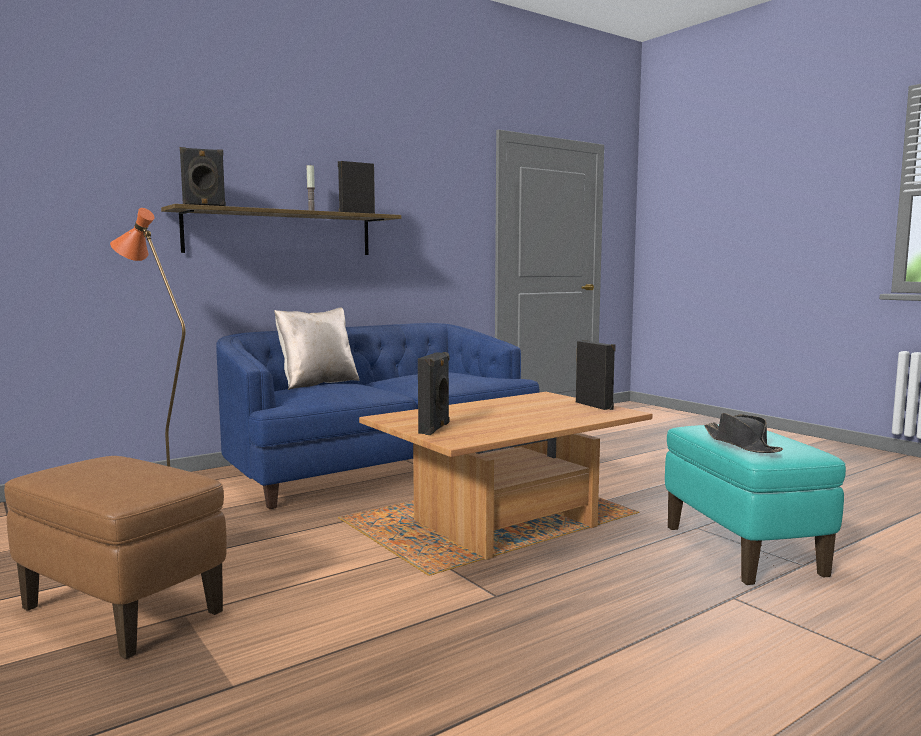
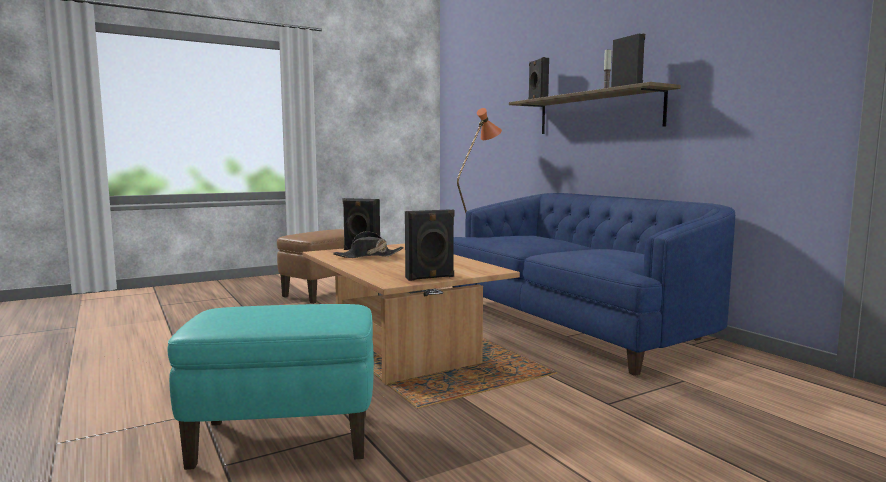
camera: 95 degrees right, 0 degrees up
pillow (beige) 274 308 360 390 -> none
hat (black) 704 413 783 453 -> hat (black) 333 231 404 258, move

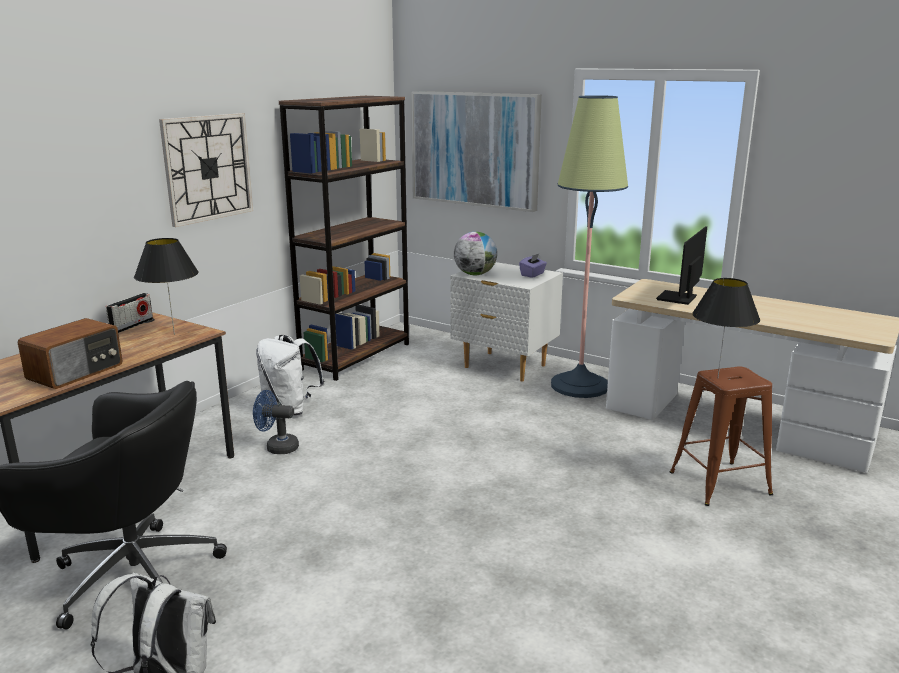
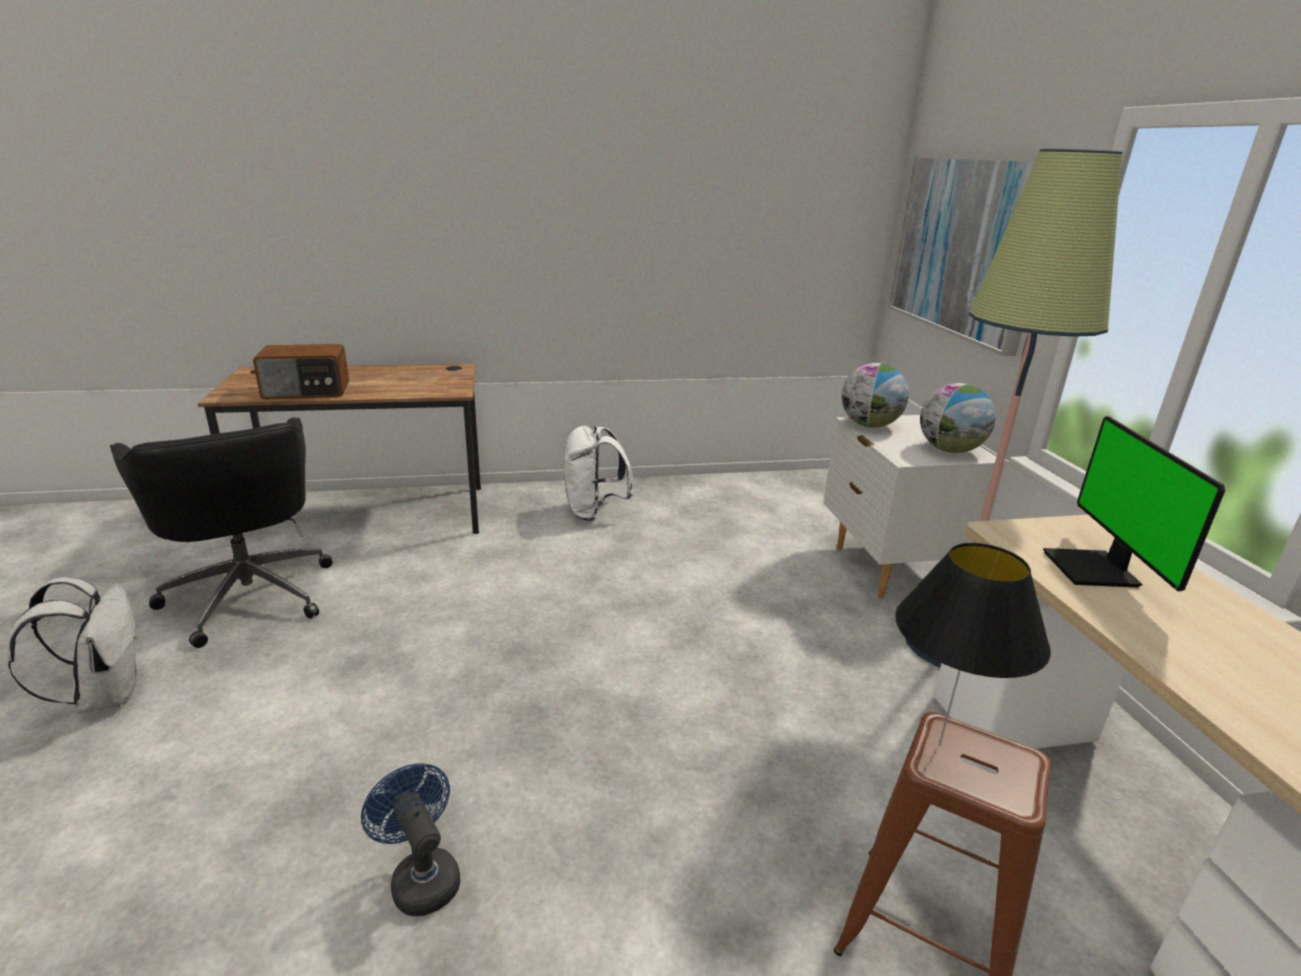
camera: 45 degrees right, 5 degrees up
radio 106 293 153 333 -> none
table lamp (black) 134 238 199 335 -> none
wall clock 159 113 253 227 -> none
fan (blue) 253 390 299 454 -> fan (blue) 361 763 460 916, move
bookcase (brown) 279 96 409 381 -> none
tissue box (purple) 519 254 547 278 -> globe 920 383 996 453
monitor 656 226 707 305 -> monitor 1043 416 1225 591, 75 degrees counterclockwise

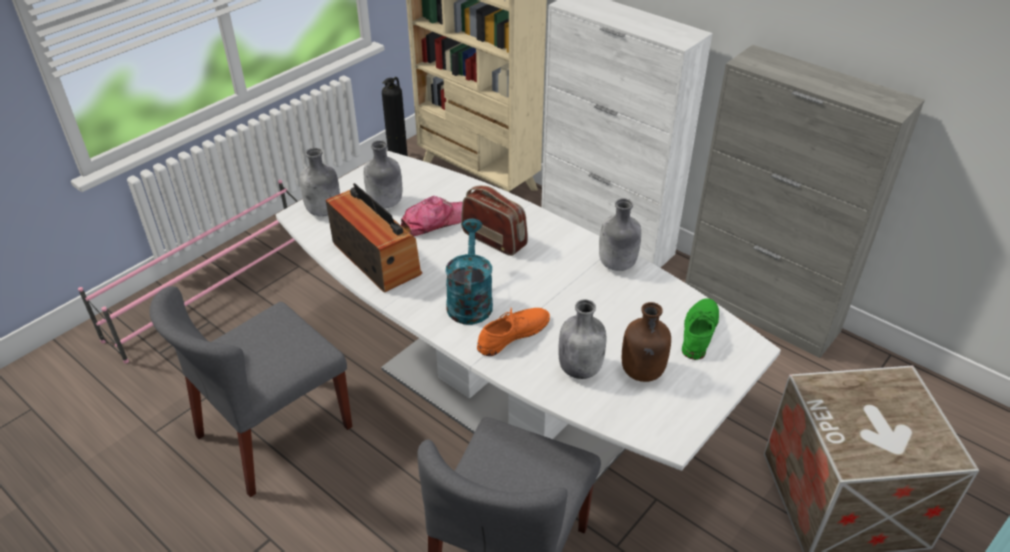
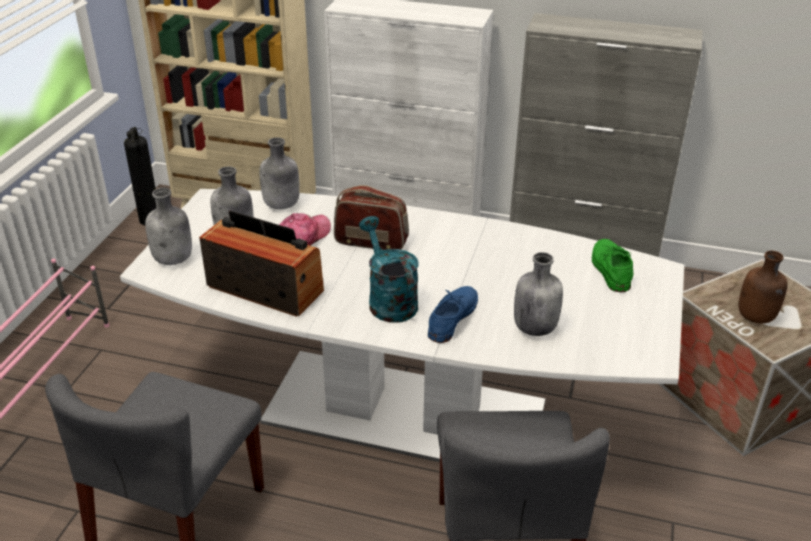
camera: 25 degrees left, 5 degrees down
shoe (orange) 477 308 550 356 -> shoe (blue) 428 286 478 343
bottle (grey) 599 198 641 271 -> bottle (grey) 259 137 300 209, move
bottle (brown) 622 302 671 382 -> bottle (brown) 738 251 788 323, move

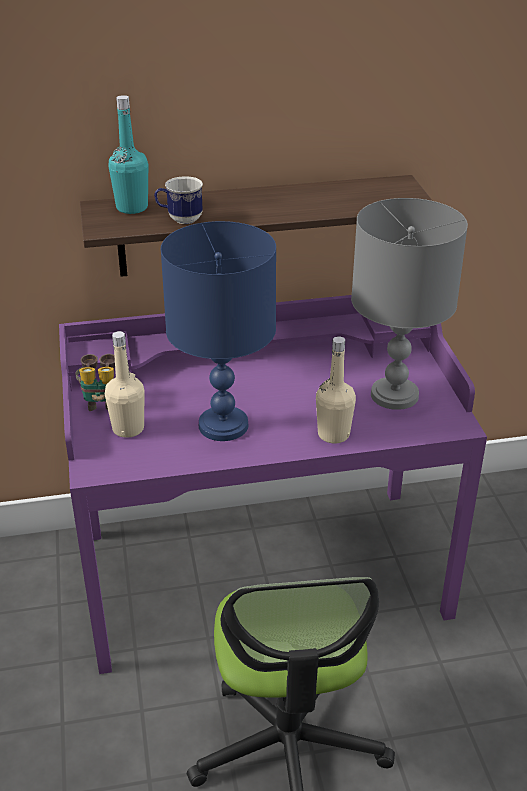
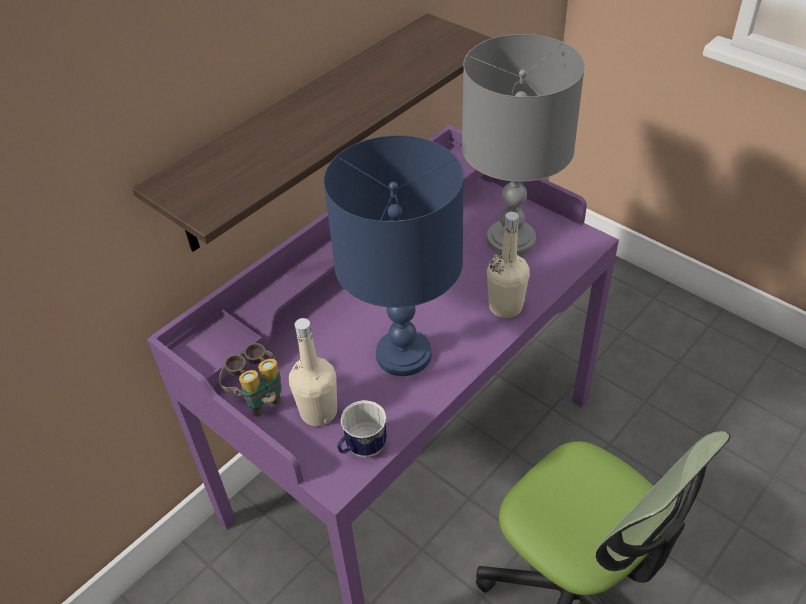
camera: 35 degrees left, 10 degrees up
bottle (turquoise) 109 95 148 214 -> none
mug 154 176 203 224 -> mug 337 400 387 458, move

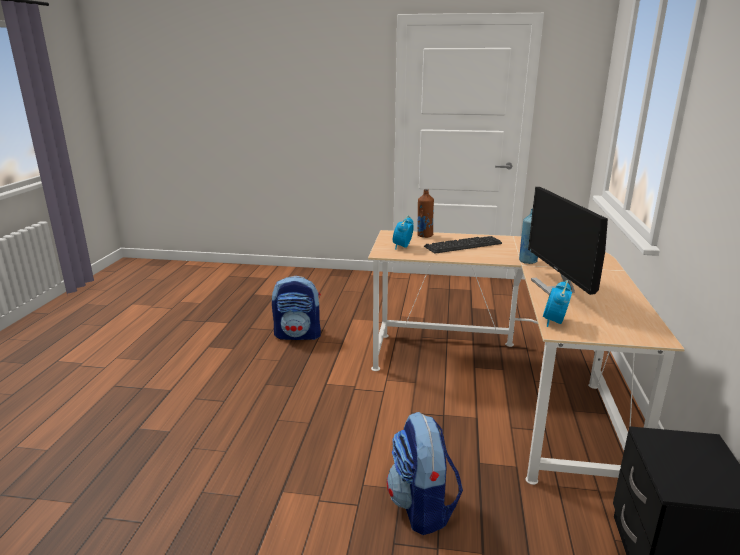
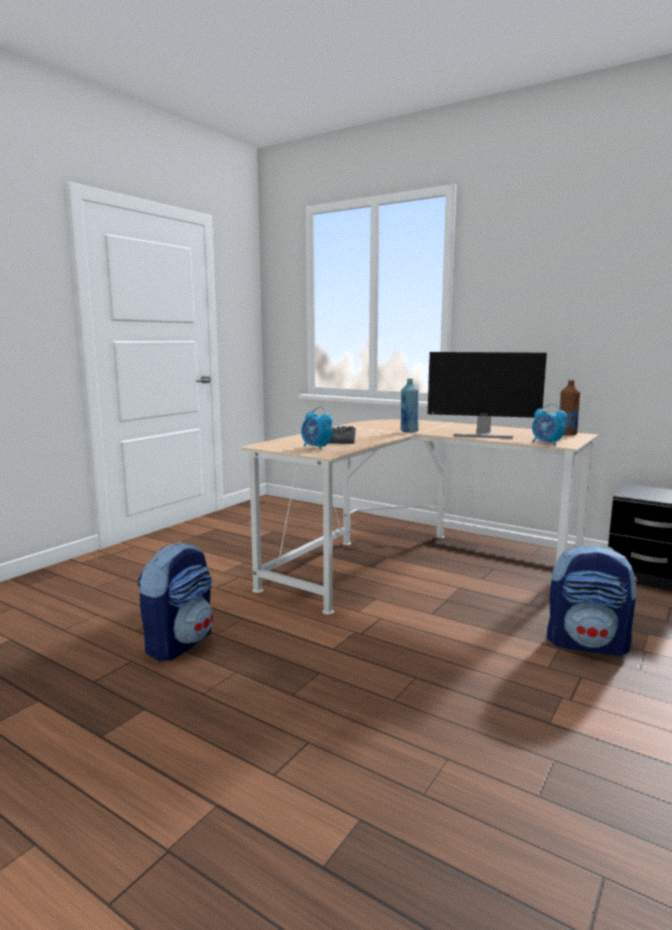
camera: 65 degrees left, 10 degrees down
bottle (brown) 417 189 434 238 -> bottle (brown) 560 380 580 436, move

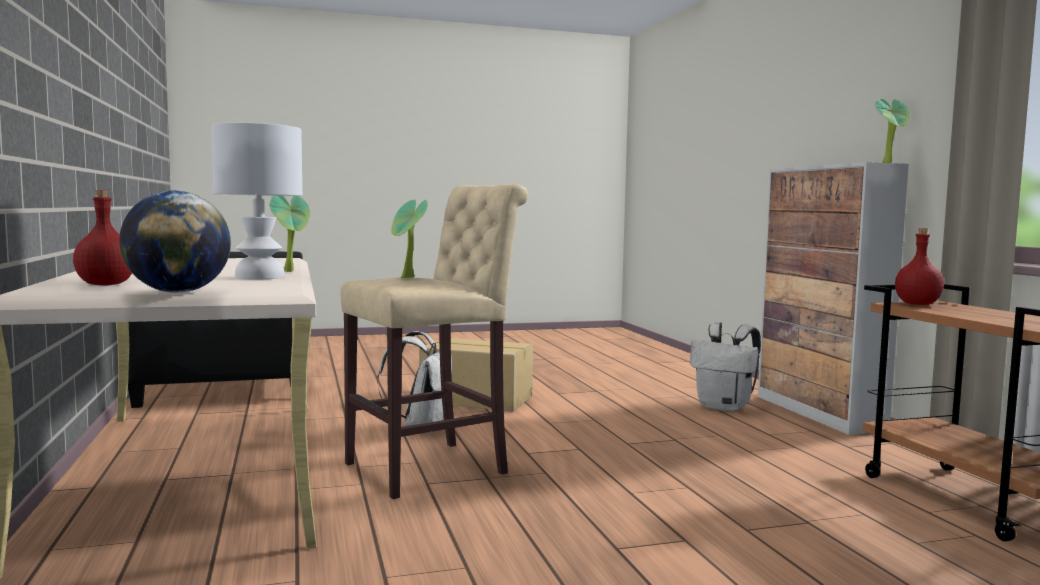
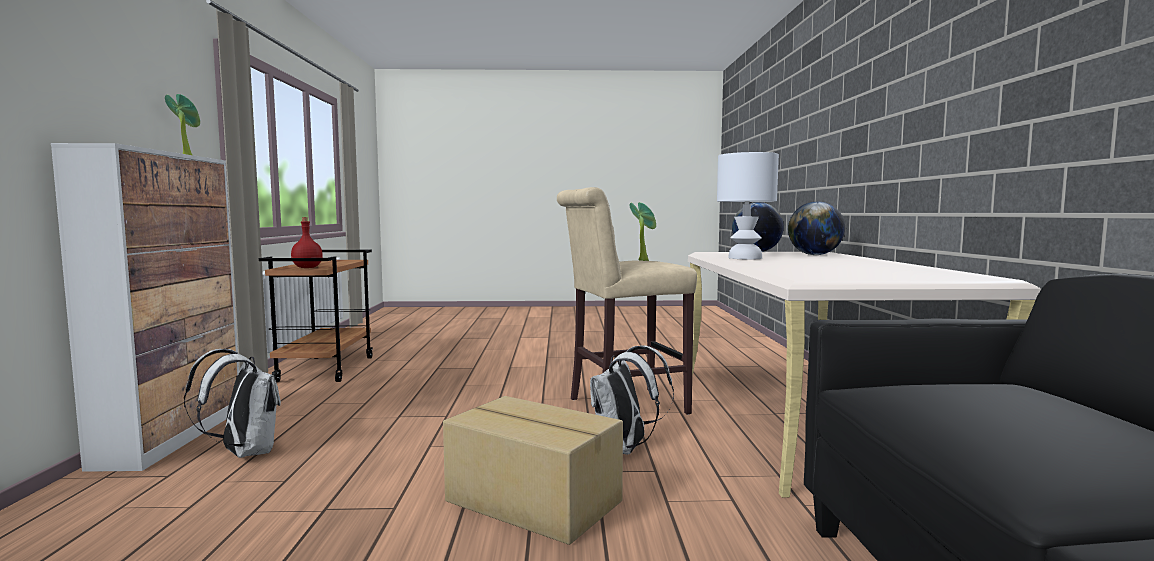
camera: 165 degrees left, 0 degrees up
bottle (red) 73 190 132 285 -> globe 788 201 845 255
potted plant 270 196 310 272 -> none

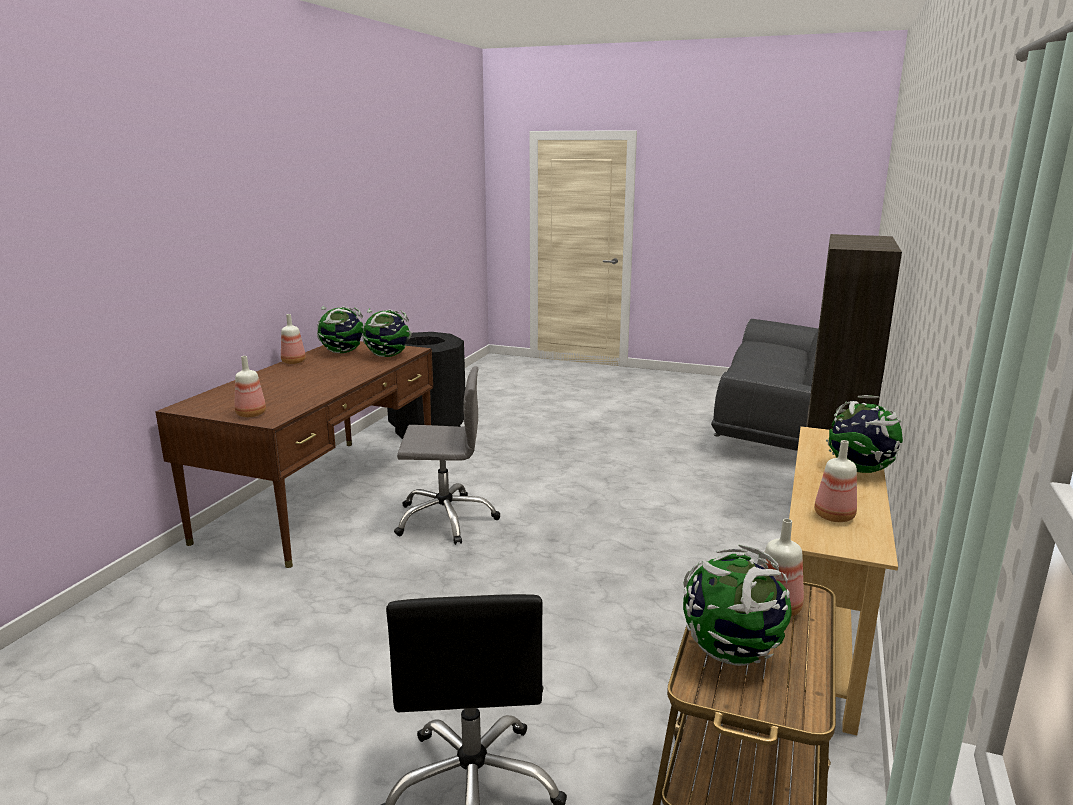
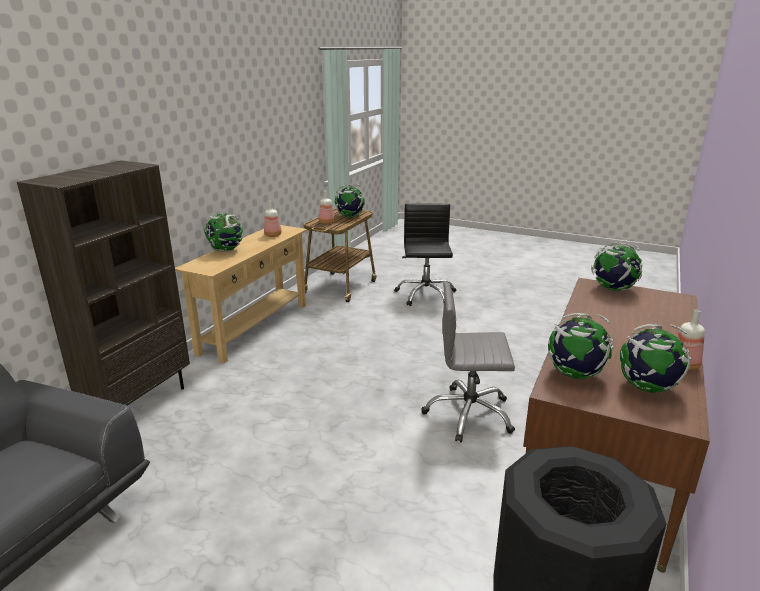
camera: 175 degrees left, 5 degrees up
bottle 234 356 266 417 -> globe 591 243 643 291

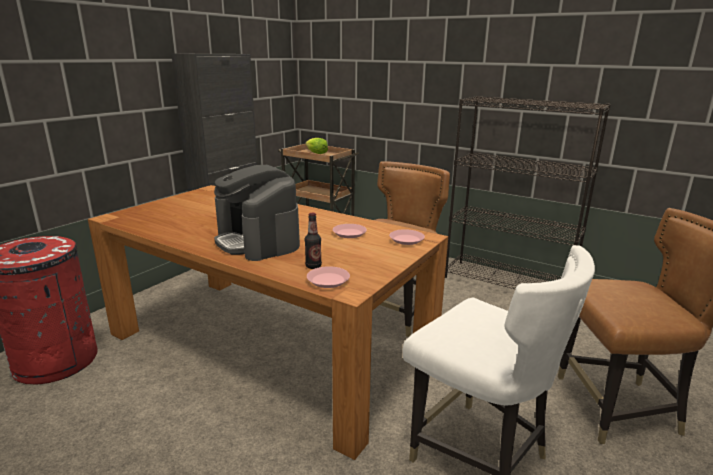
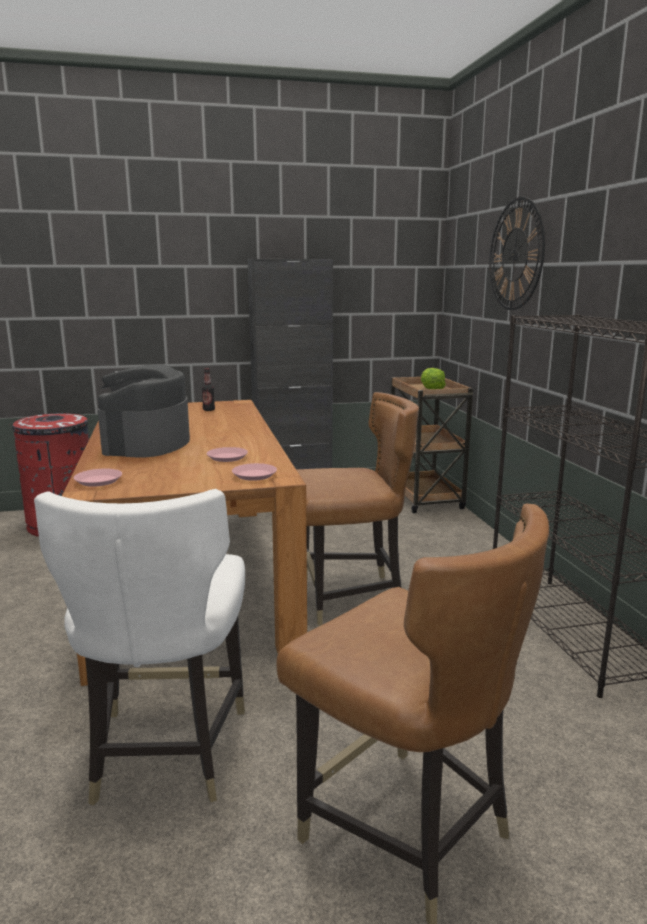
camera: 45 degrees right, 5 degrees down
bottle 305 213 322 269 -> bottle 202 368 215 411, move
none -> wall clock 489 197 545 310

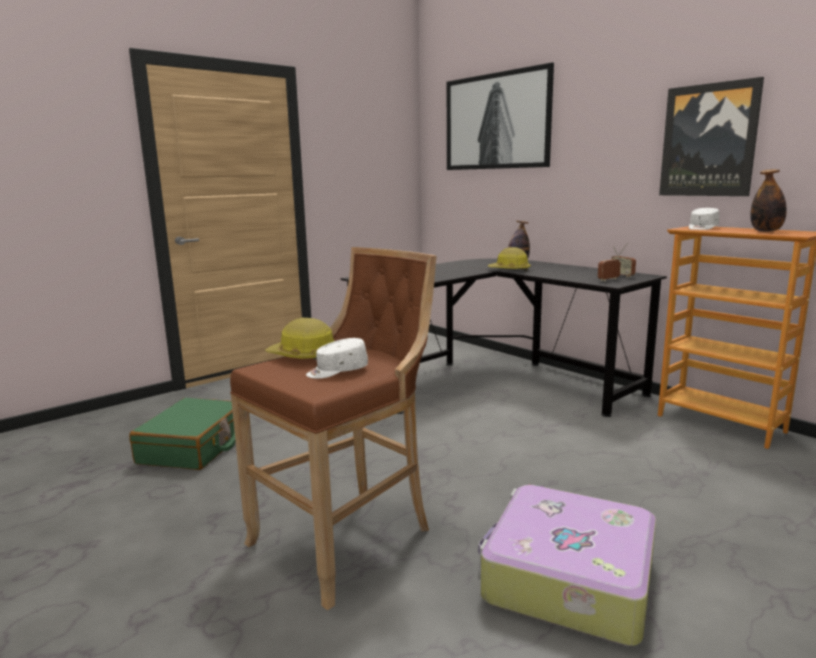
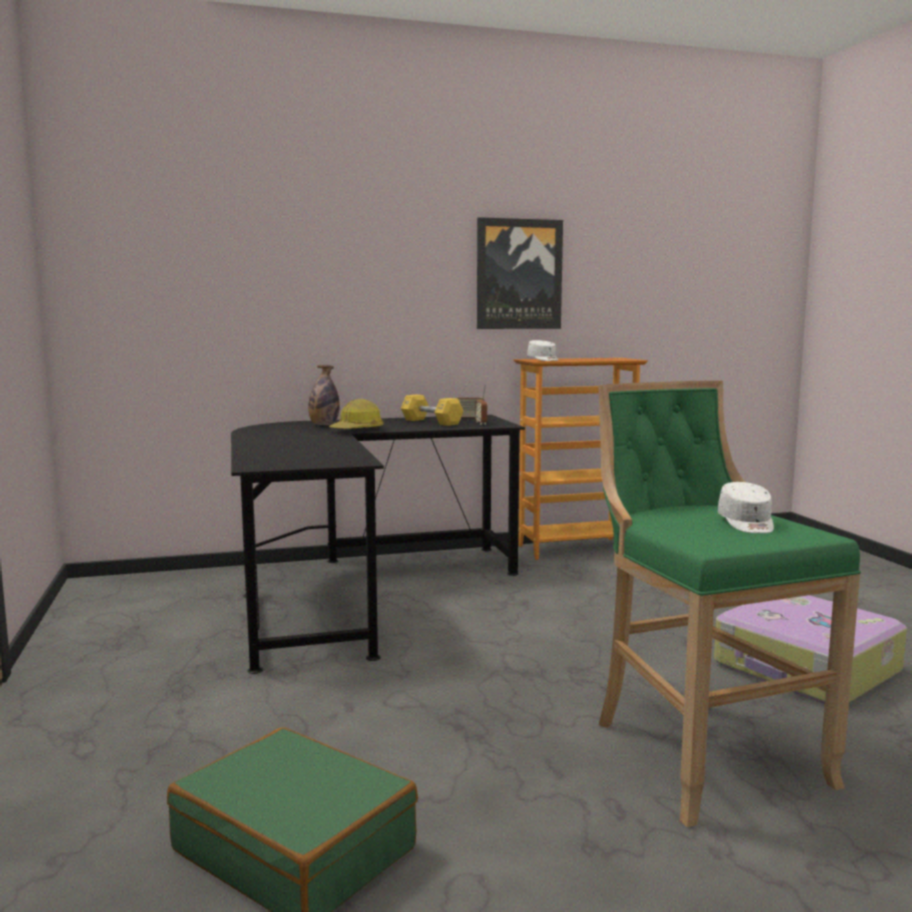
camera: 65 degrees left, 5 degrees down
stool (brown) 230 247 437 610 -> stool (green) 598 381 861 827
hard hat 265 317 334 360 -> none
picture 447 62 554 170 -> none
bottle 750 169 787 232 -> none
none -> dumbbell (yellow) 401 395 464 426

